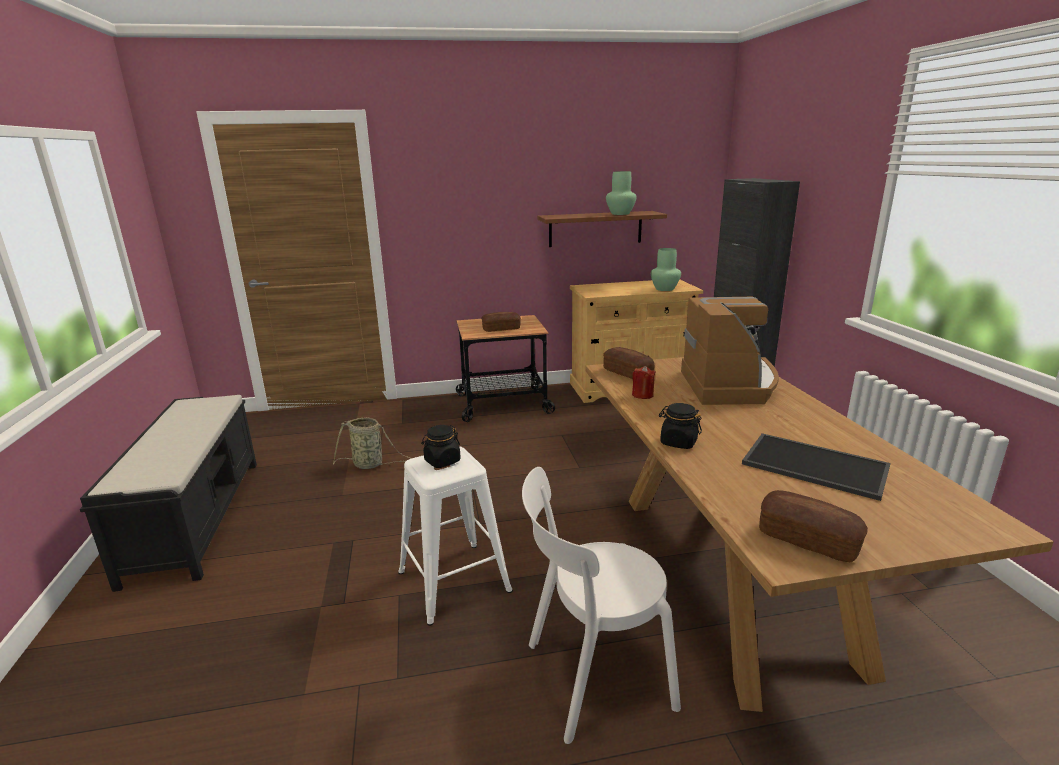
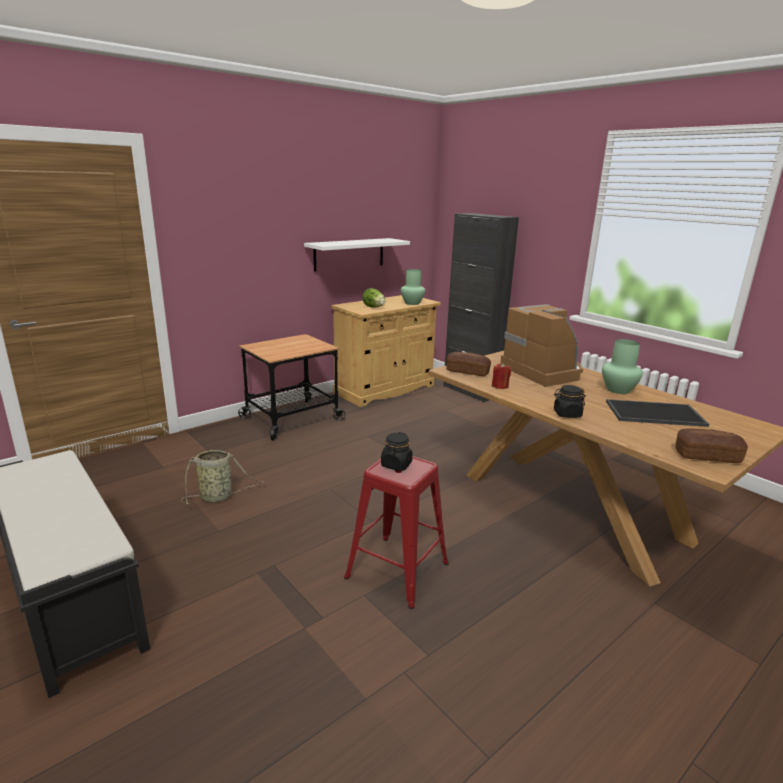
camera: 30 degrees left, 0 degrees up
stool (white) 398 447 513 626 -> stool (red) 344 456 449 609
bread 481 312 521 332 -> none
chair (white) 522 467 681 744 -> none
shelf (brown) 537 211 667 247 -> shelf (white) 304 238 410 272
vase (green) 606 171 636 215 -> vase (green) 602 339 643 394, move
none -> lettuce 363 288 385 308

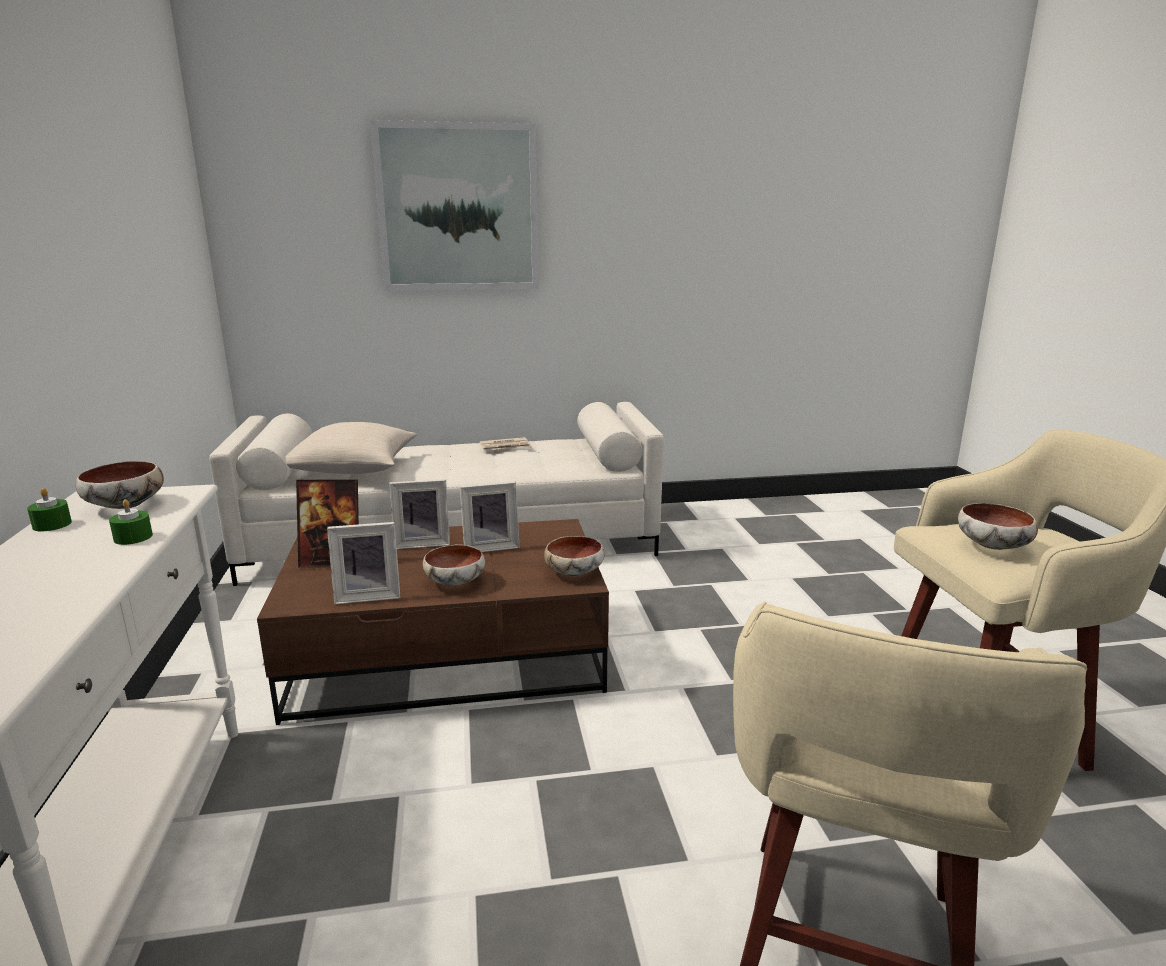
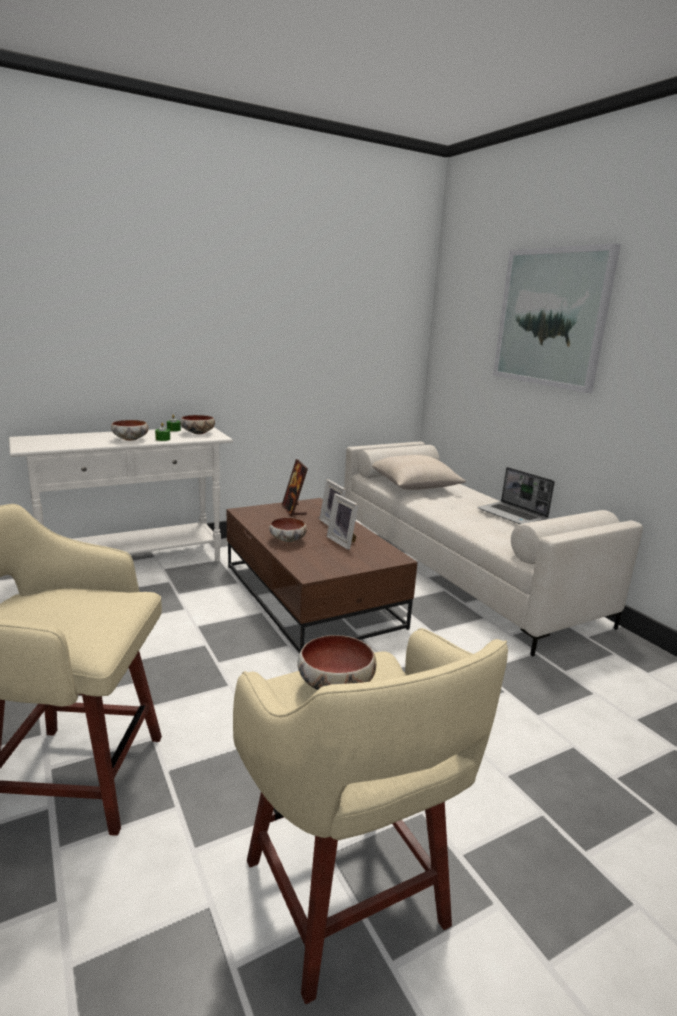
camera: 70 degrees right, 0 degrees up
picture frame 327 522 400 604 -> none
newspaper 479 437 532 451 -> laptop 478 467 555 524
bowl 544 536 605 576 -> bowl 111 420 149 441, move

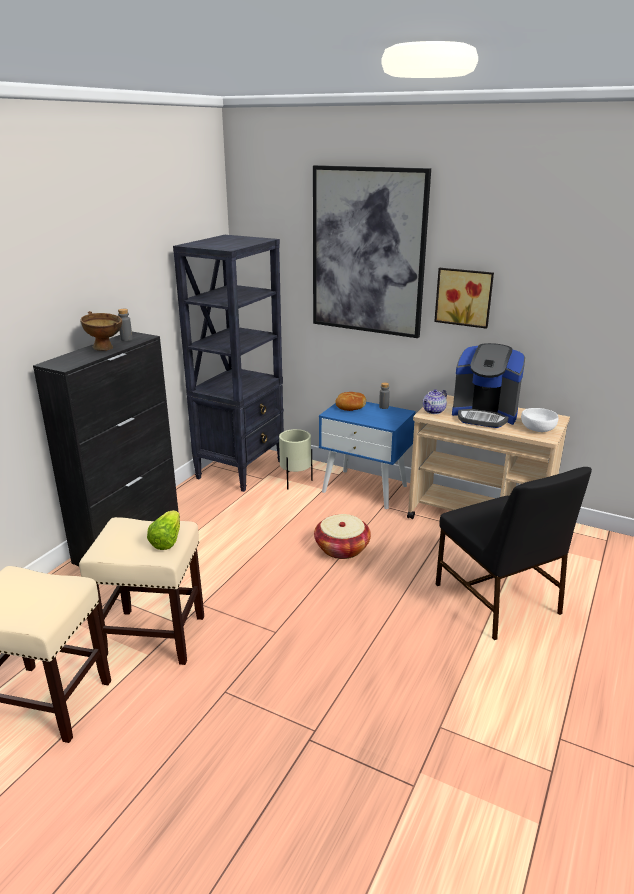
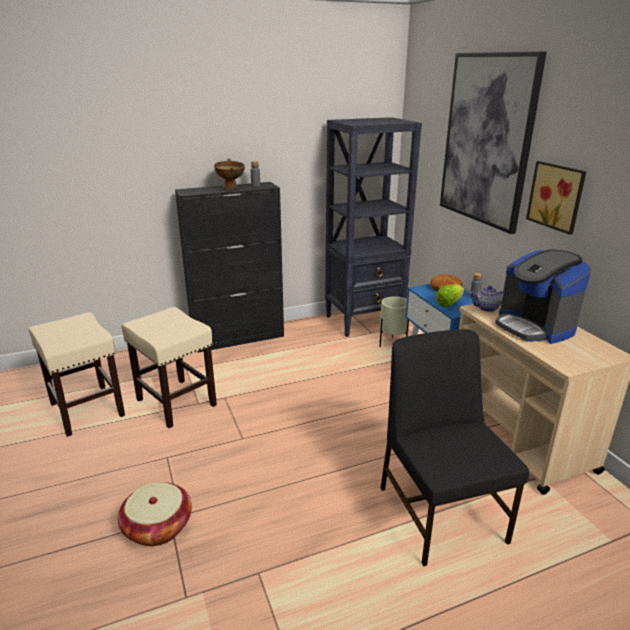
camera: 40 degrees right, 0 degrees up
lettuce 147 510 180 550 -> lettuce 436 285 464 307, move
basket 314 514 371 559 -> basket 118 482 192 546, move
chair (black) 436 467 592 640 -> chair (black) 381 329 529 567, 150 degrees clockwise
bowl (white) 521 408 558 432 -> none

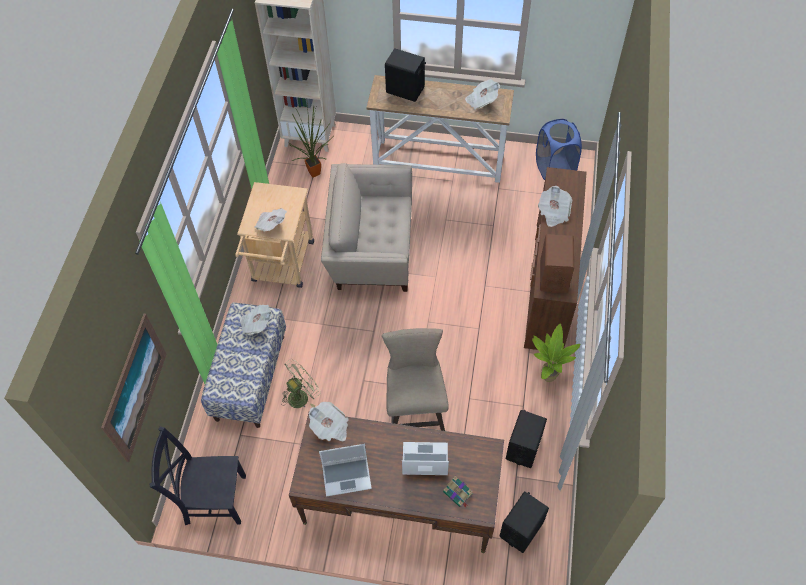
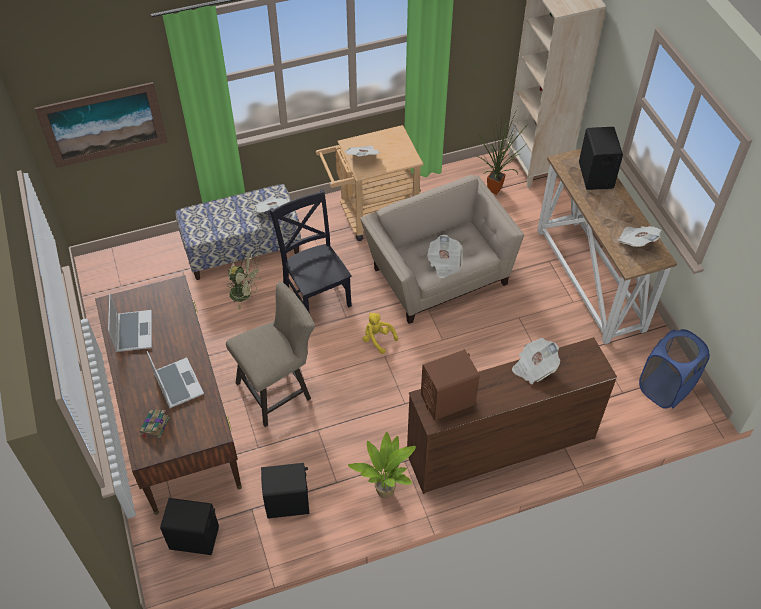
camera: 60 degrees right, 5 degrees down
chair (black) 149 427 246 525 -> chair (black) 269 189 352 312, move
newspaper 309 402 349 441 -> newspaper 427 235 463 279, move
laptop 319 444 372 496 -> laptop 108 293 152 352, 150 degrees counterclockwise
none -> plush toy (yellow) 363 313 398 354

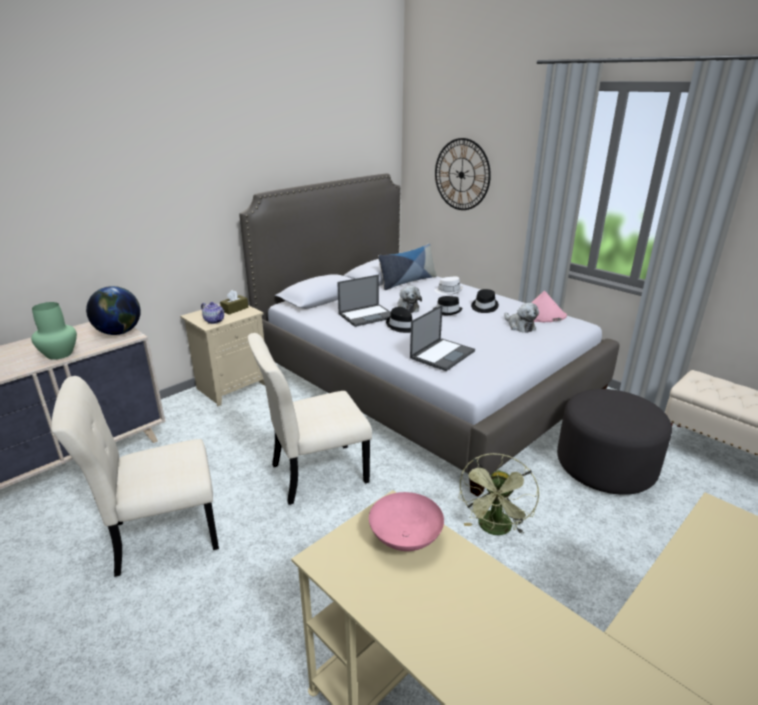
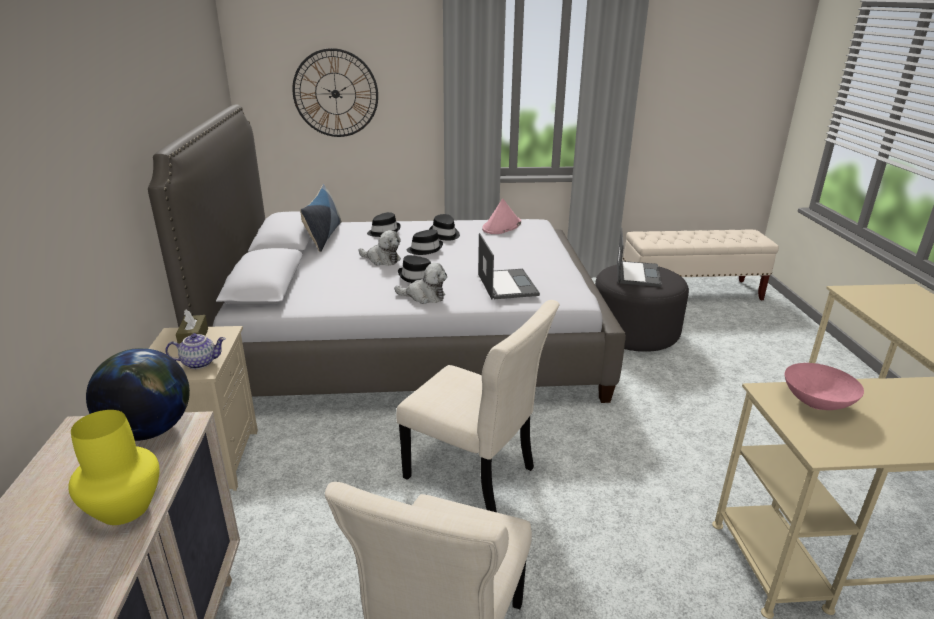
camera: 50 degrees left, 0 degrees up
vase (green) 31 302 77 360 -> vase (yellow) 68 410 160 525
chair (beige) 248 333 372 505 -> chair (beige) 396 300 559 512, 75 degrees counterclockwise
laptop 337 275 391 327 -> laptop 617 228 662 287, move
hat (white) 434 277 463 295 -> hat (black) 367 212 401 237
fan (green) 458 453 539 535 -> none
plush toy 504 303 539 333 -> plush toy 394 263 447 304, move

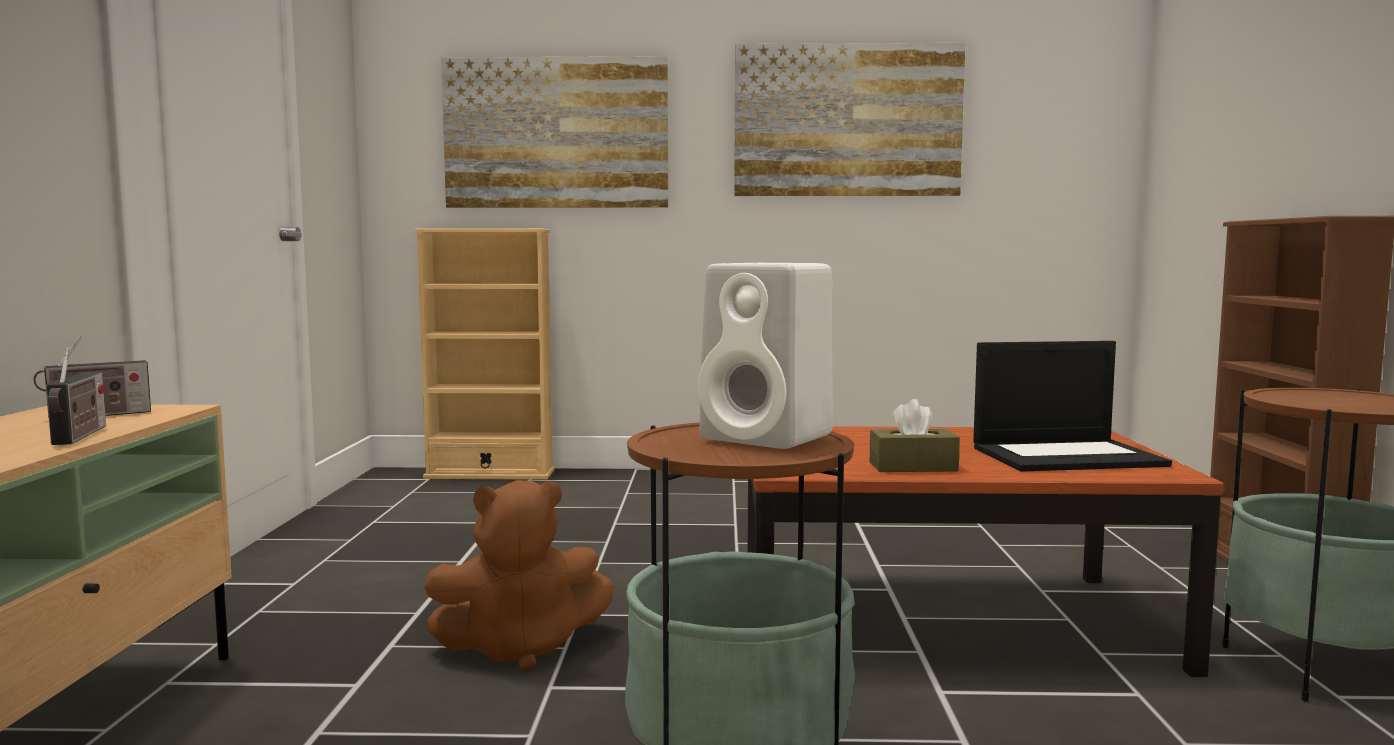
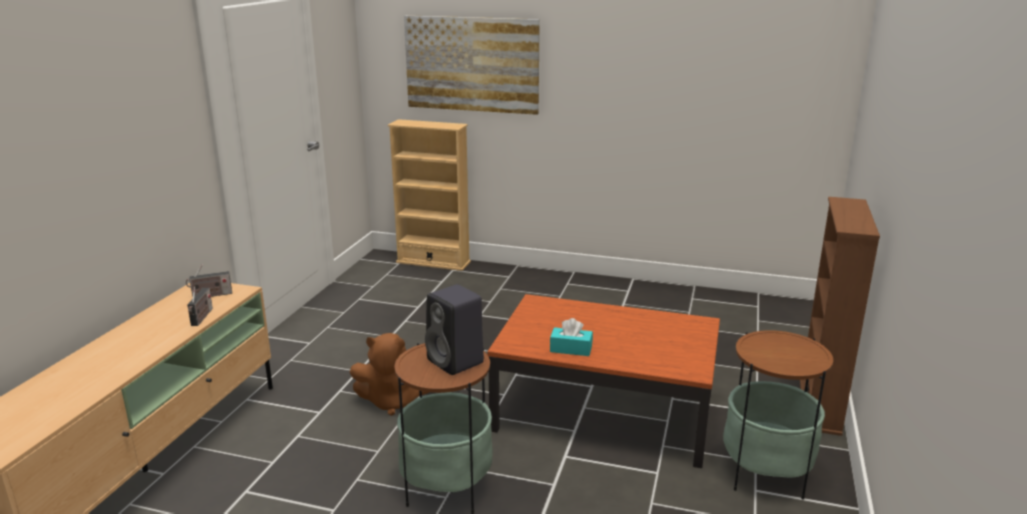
camera: 15 degrees right, 15 degrees up
speaker (white) 698 263 833 449 -> speaker (black) 425 284 484 375
picture 734 43 965 196 -> none
tissue box (brown) 870 399 960 472 -> tissue box (turquoise) 550 318 593 356
laptop 973 341 1172 471 -> none

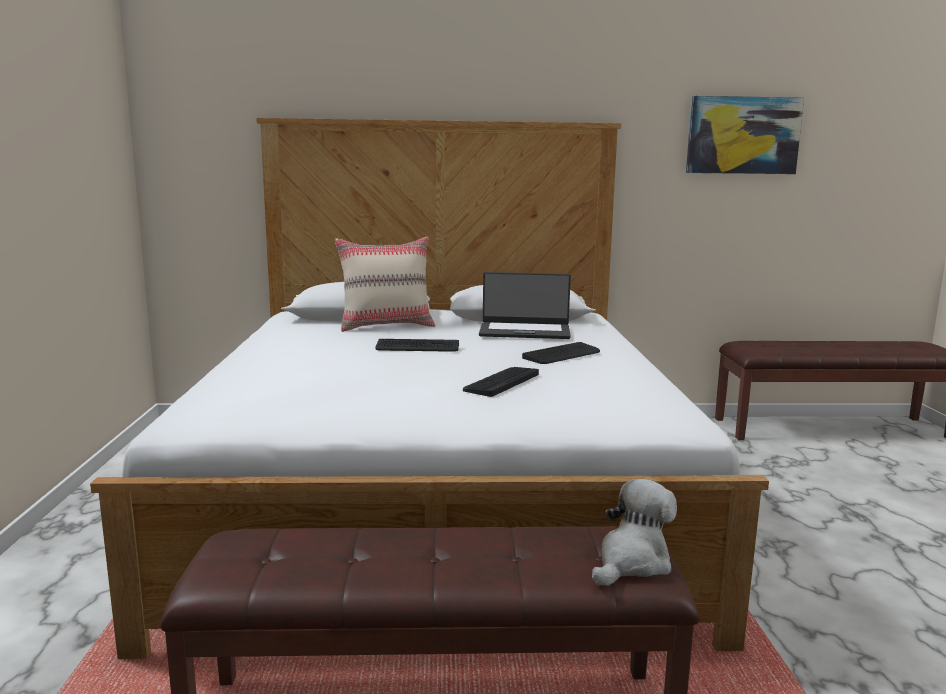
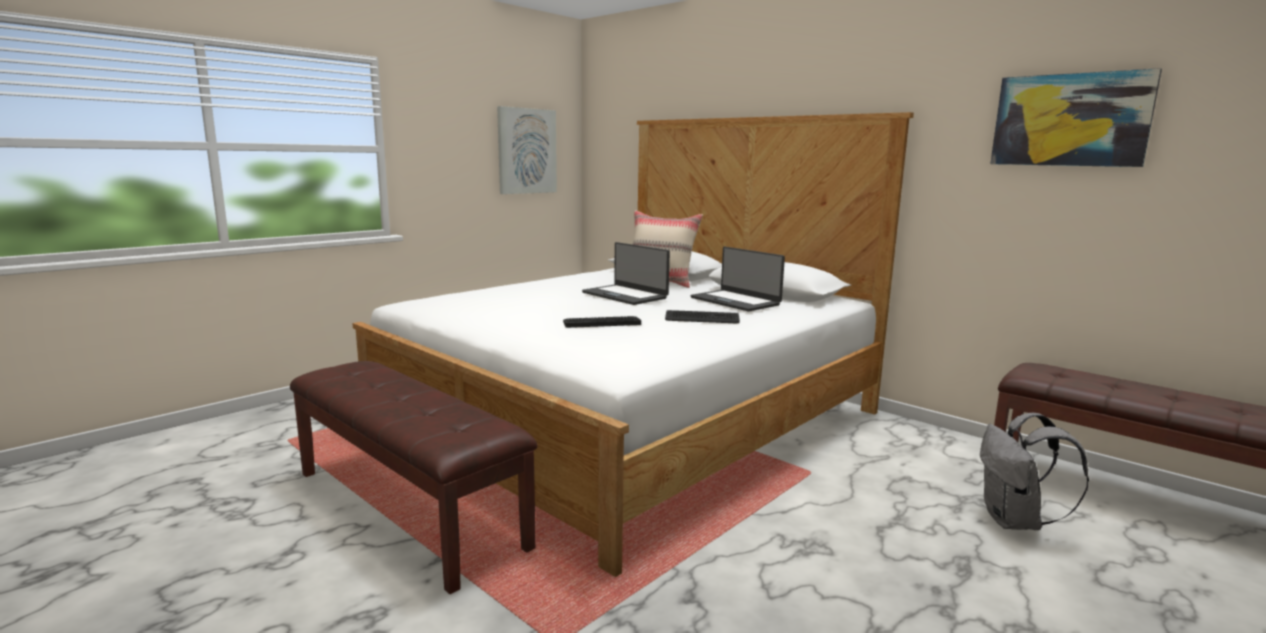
camera: 45 degrees right, 0 degrees up
keyboard 376 339 459 352 -> laptop 582 242 670 305
plush toy 592 479 677 586 -> none
none -> picture 497 106 557 194
none -> backpack (grey) 980 413 1089 530

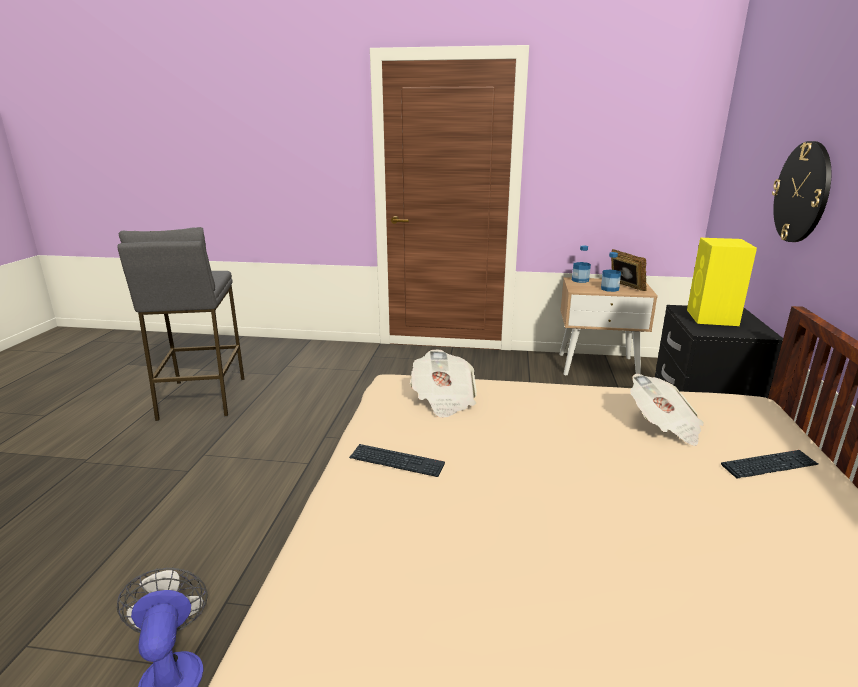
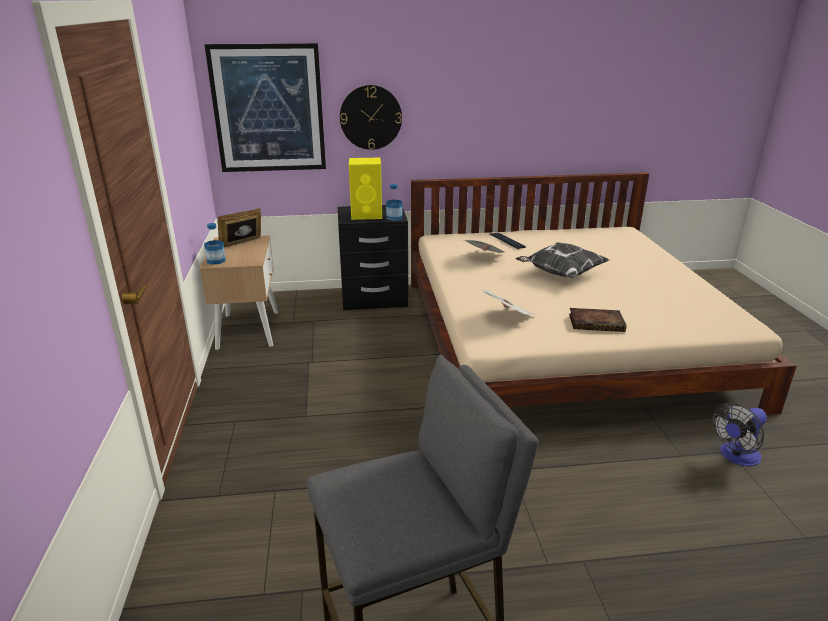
camera: 105 degrees left, 5 degrees up
keyboard 349 444 445 477 -> book 569 308 627 332
bottle 601 252 621 292 -> bottle 386 184 403 221, move
none -> picture 205 43 326 172
none -> pillow 516 242 609 278

